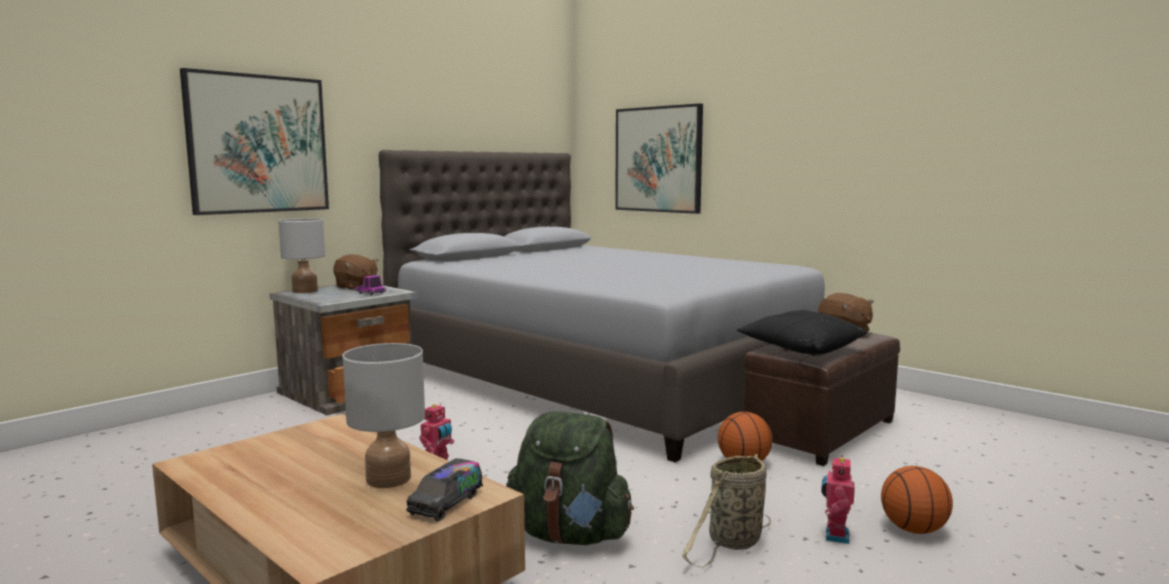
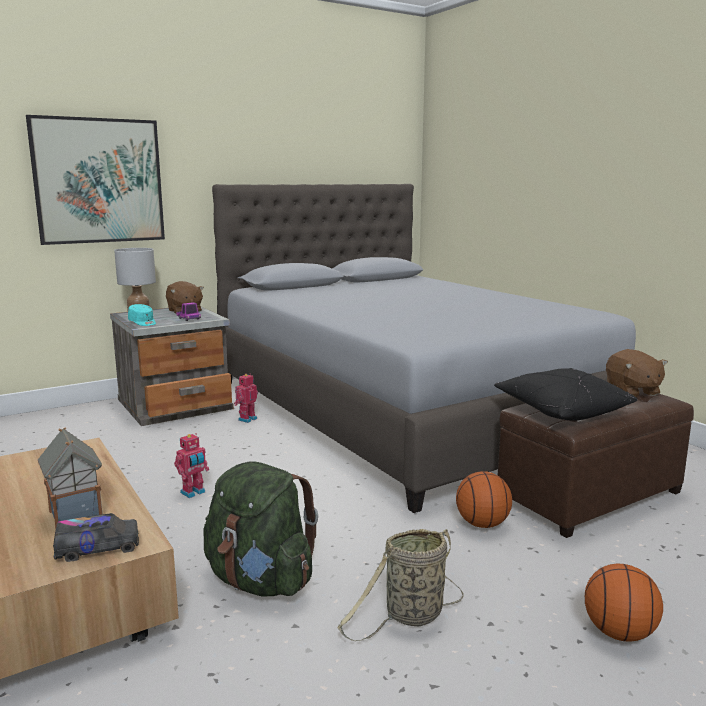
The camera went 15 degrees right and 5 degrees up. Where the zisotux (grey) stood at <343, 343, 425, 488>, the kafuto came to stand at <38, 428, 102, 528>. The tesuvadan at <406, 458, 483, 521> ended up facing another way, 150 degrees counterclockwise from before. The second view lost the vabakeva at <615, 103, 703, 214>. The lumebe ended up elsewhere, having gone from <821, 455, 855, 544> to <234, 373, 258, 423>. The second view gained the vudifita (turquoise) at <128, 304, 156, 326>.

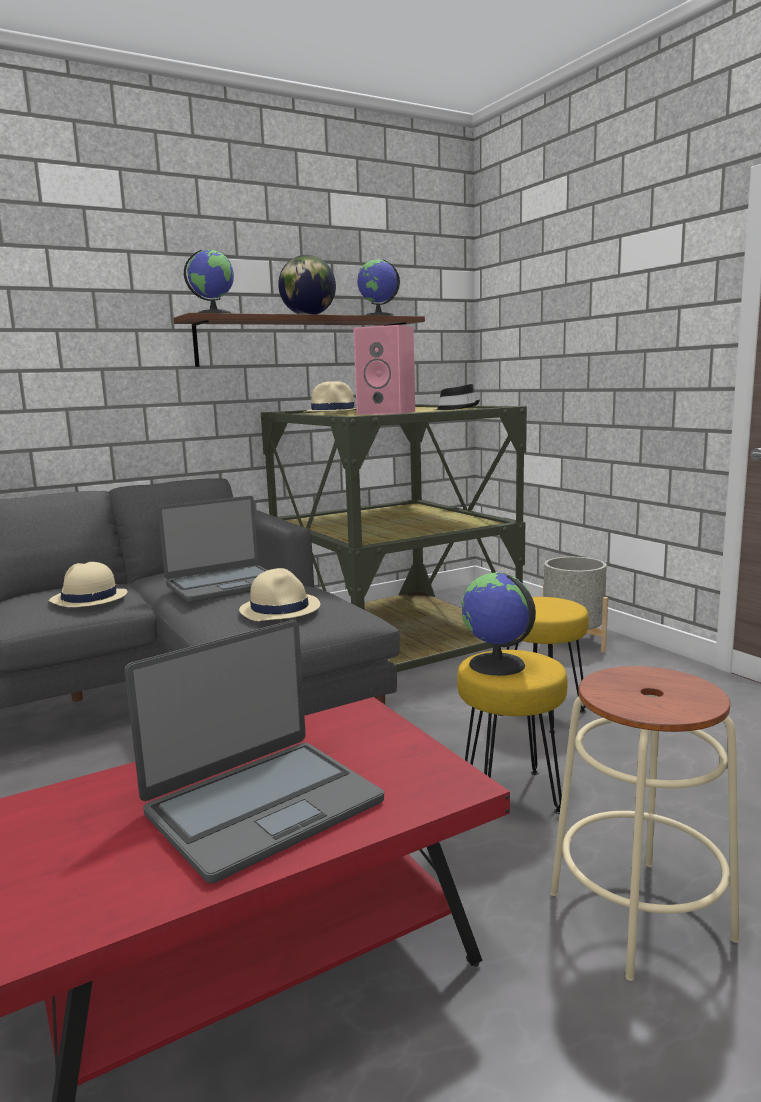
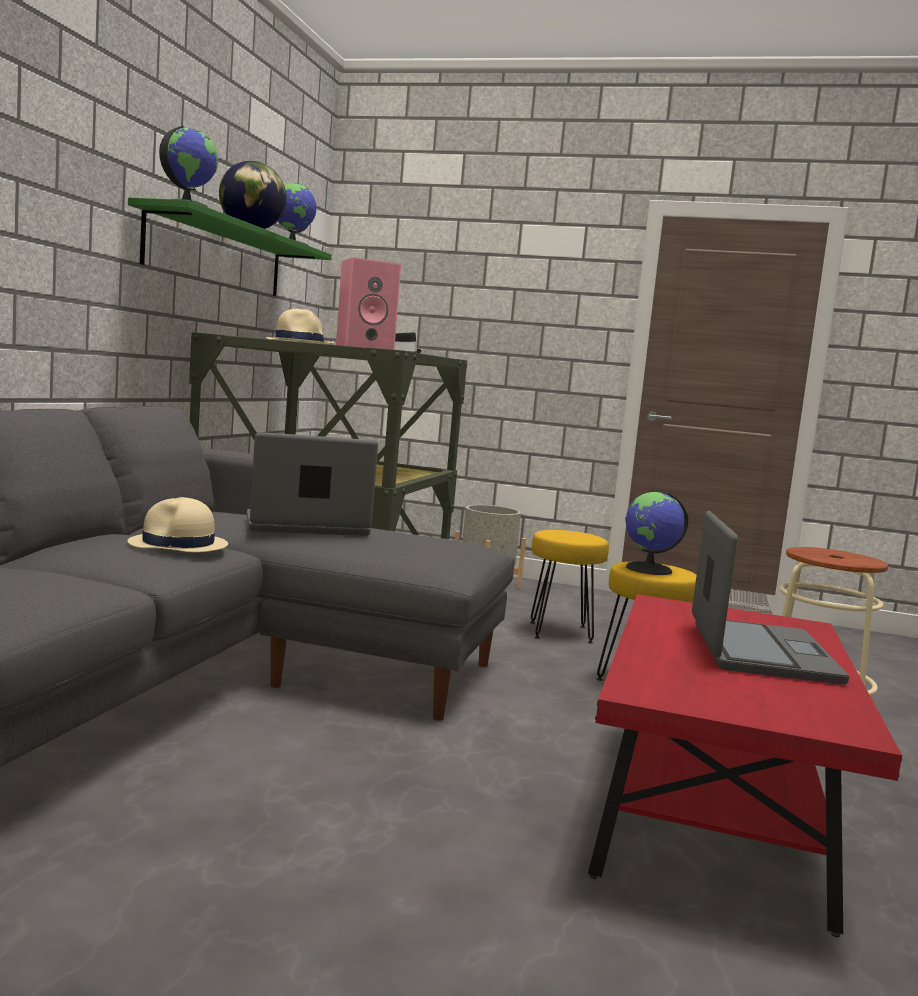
The camera went 45 degrees left and 5 degrees down. The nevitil at <158, 496, 267, 603> ended up facing another way, 120 degrees counterclockwise from before. What was the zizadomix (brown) at <173, 313, 425, 367> turned into the zizadomix (green) at <128, 197, 332, 296>. The second view lost the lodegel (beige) at <239, 568, 320, 621>.

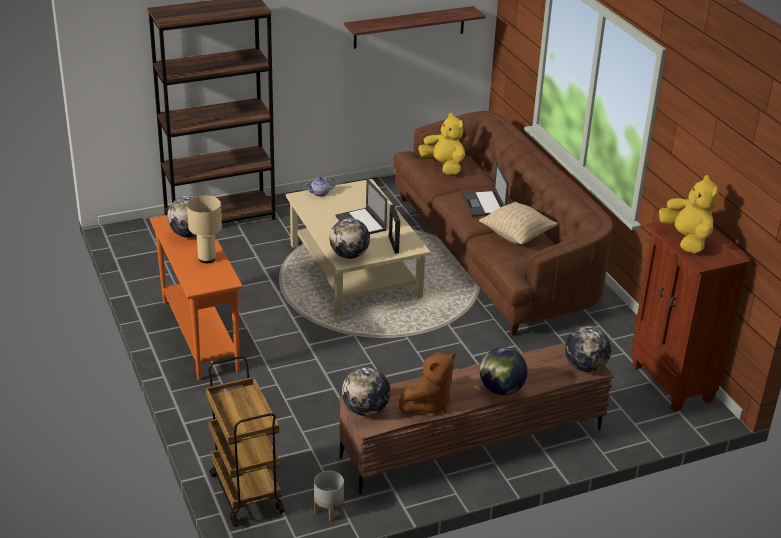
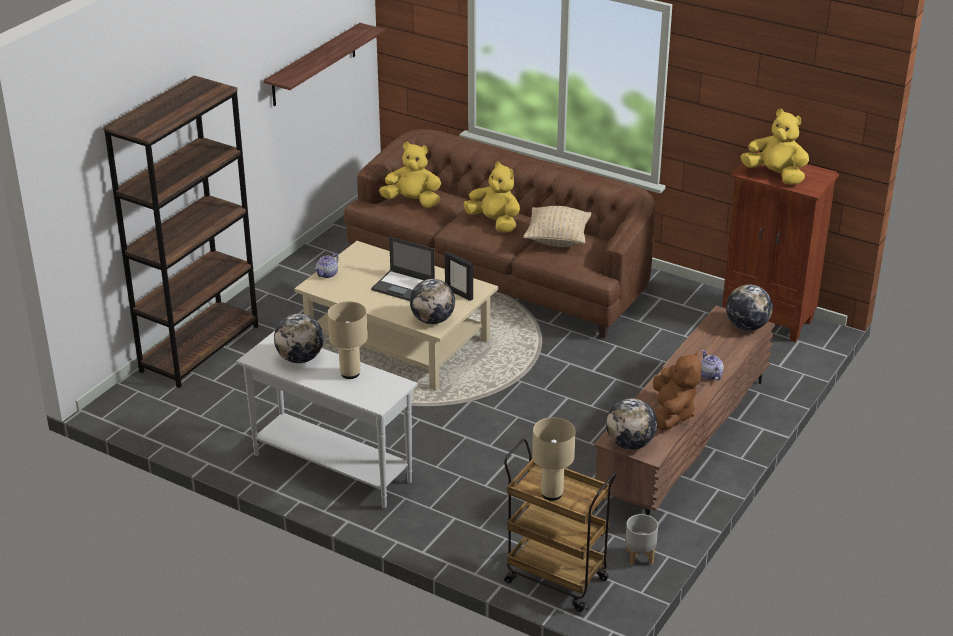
The camera went 35 degrees left and 0 degrees up. What was the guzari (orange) at <150, 215, 243, 380> turned into the guzari (white) at <236, 331, 418, 508>. Where the nevitil stood at <462, 161, 509, 217>, the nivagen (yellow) came to stand at <463, 161, 520, 233>. Where the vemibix stood at <480, 347, 527, 395>, the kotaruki came to stand at <700, 350, 724, 380>. The second view gained the zisotux (beige) at <532, 417, 575, 501>.

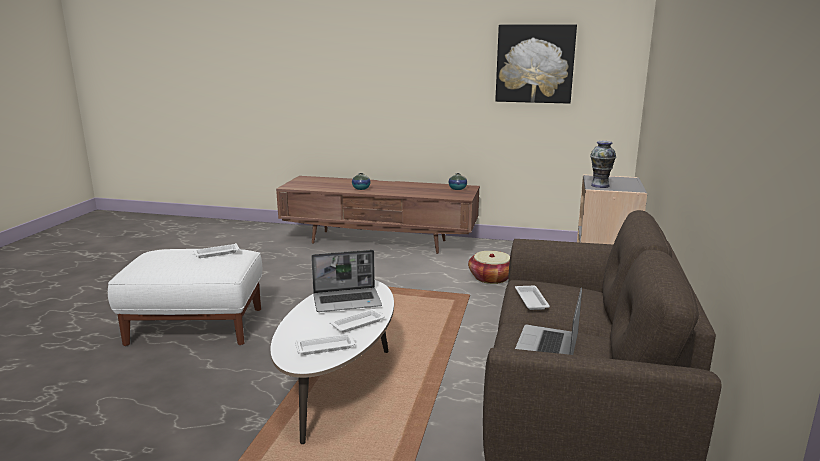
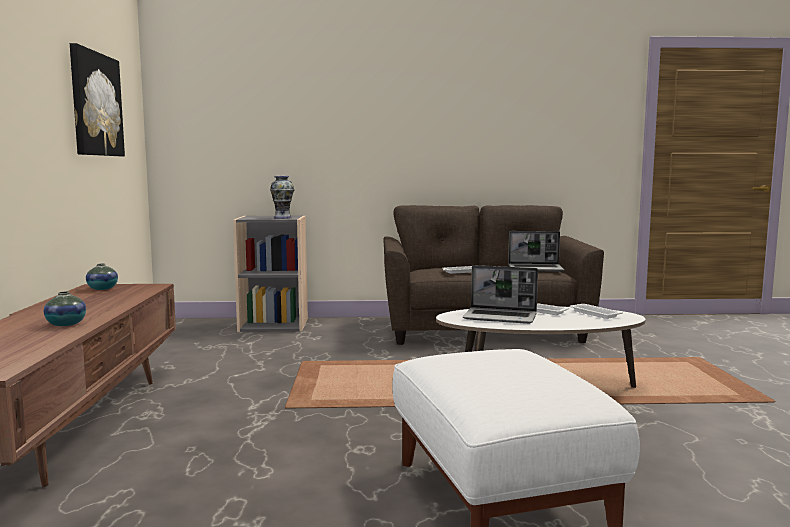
The camera went 105 degrees left and 10 degrees down. The second view lost the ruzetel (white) at <193, 243, 240, 258>. The nevitil at <311, 250, 382, 312> ended up facing another way, 135 degrees clockwise from before. The second view lost the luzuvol at <468, 251, 510, 284>.

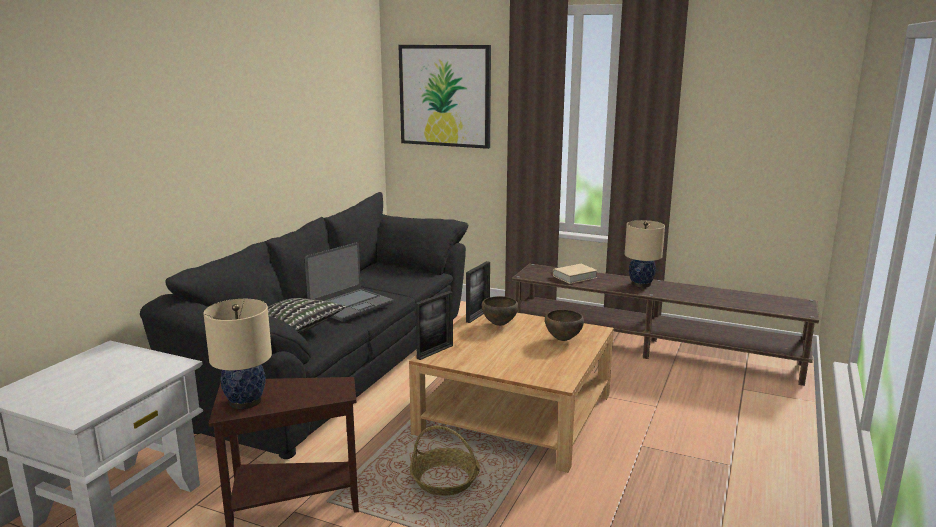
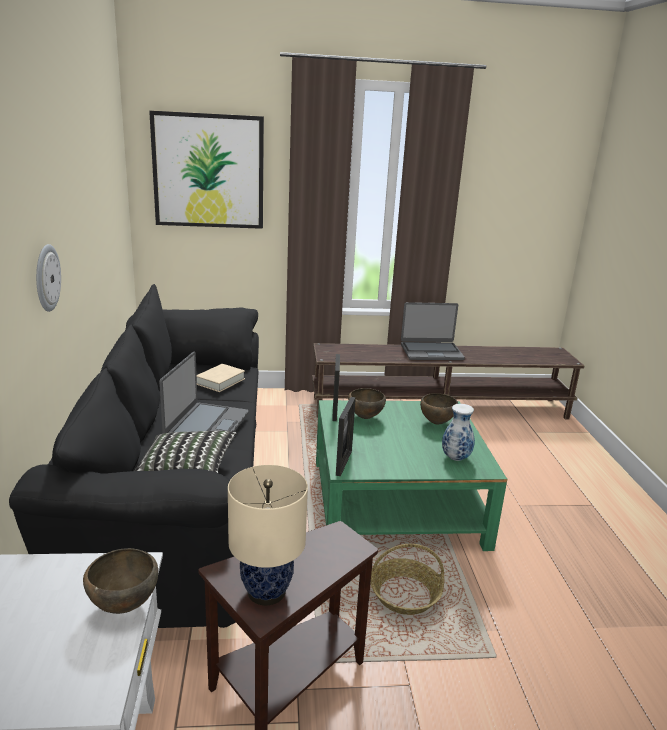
The camera went 30 degrees left and 5 degrees up. What was the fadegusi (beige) at <409, 313, 614, 473> turned into the fadegusi (green) at <316, 400, 507, 551>. The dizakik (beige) ended up elsewhere, having gone from <553, 264, 598, 284> to <197, 364, 245, 392>. Where the zisotux (beige) stood at <625, 220, 665, 288>, the nevitil came to stand at <401, 302, 465, 360>. The second view gained the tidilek at <36, 244, 61, 312>. The second view gained the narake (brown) at <83, 548, 158, 614>. The second view gained the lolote at <442, 404, 475, 461>.

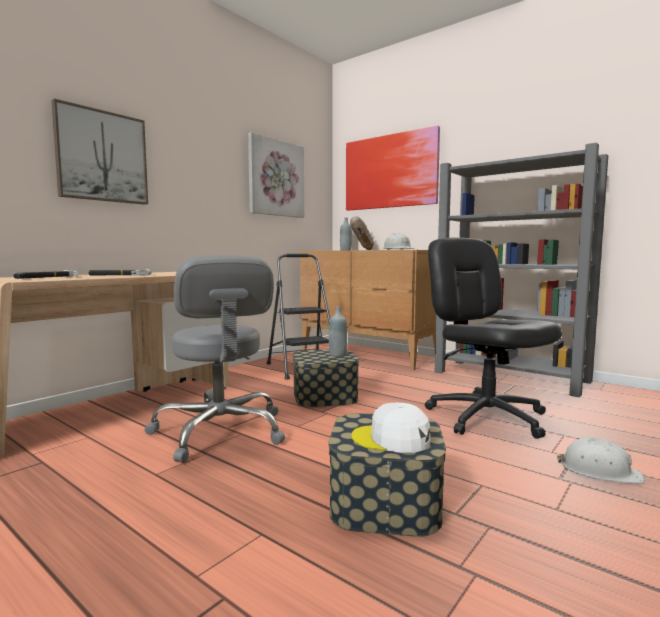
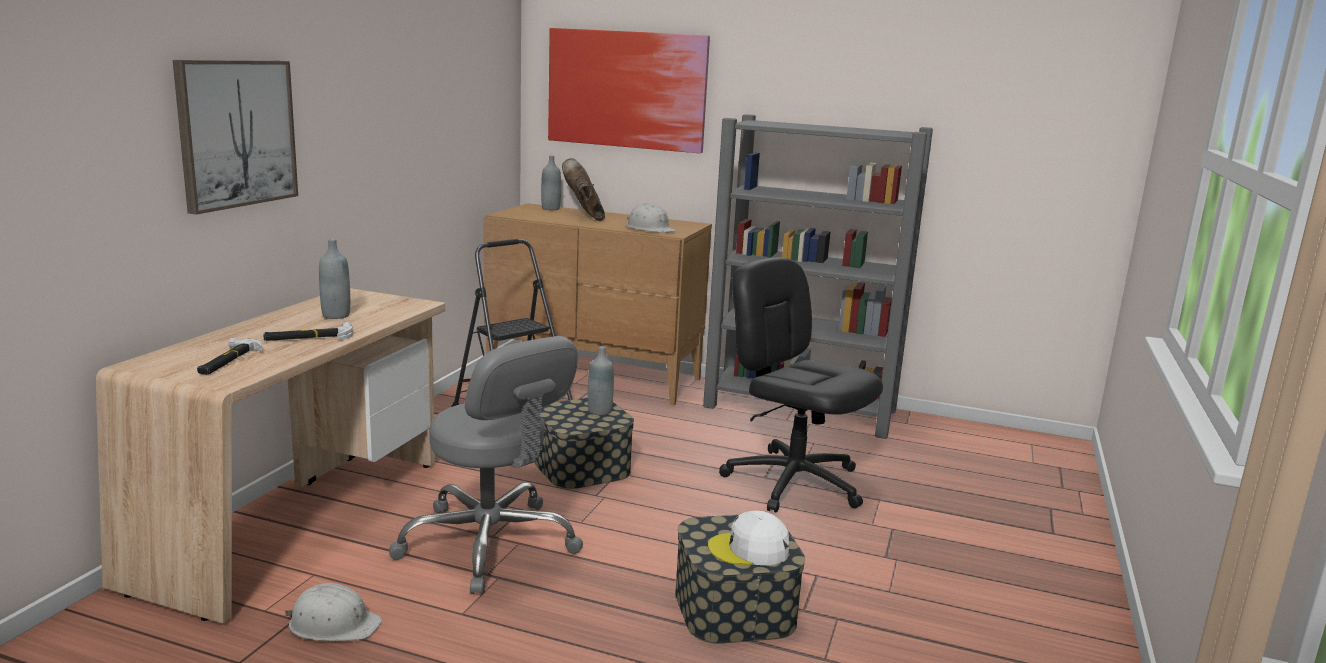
The camera went 20 degrees left and 10 degrees up. The second view lost the vabakeva at <248, 132, 304, 218>. The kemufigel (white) ended up elsewhere, having gone from <557, 437, 645, 484> to <285, 583, 382, 641>. The second view gained the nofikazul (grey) at <319, 239, 350, 319>.

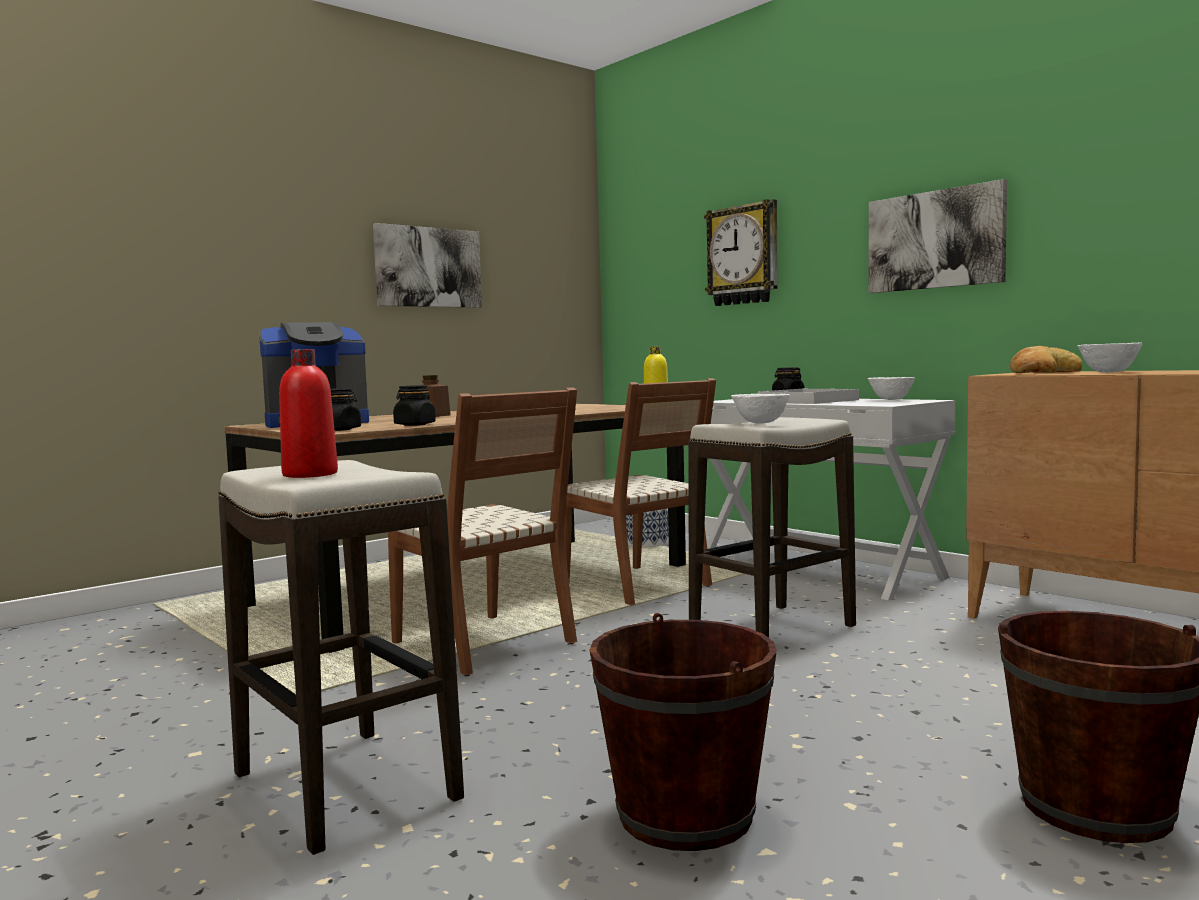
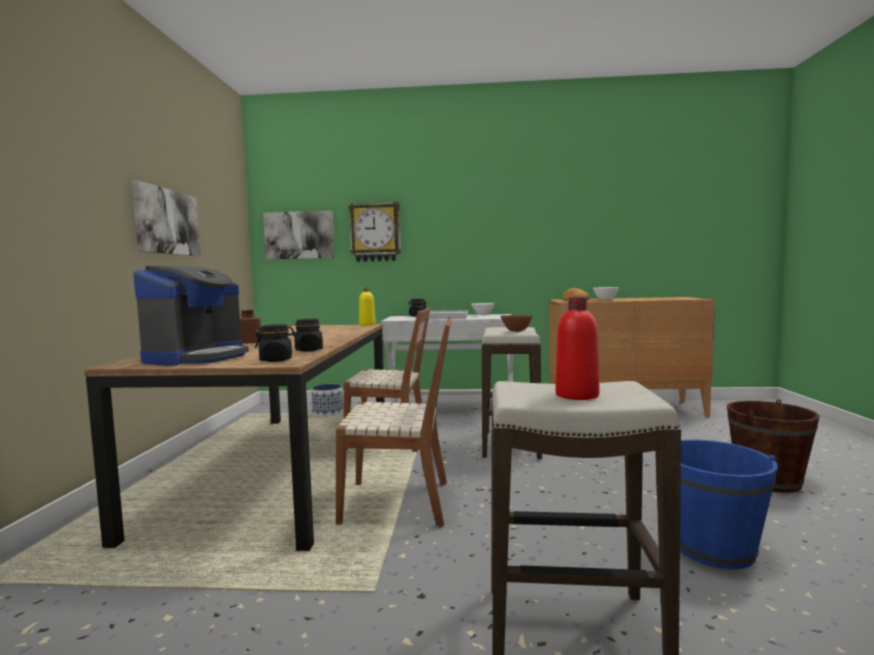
The camera went 45 degrees left and 0 degrees up. What was the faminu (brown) at <590, 613, 777, 851> turned into the faminu (blue) at <680, 439, 778, 570>. What was the narake (white) at <731, 394, 790, 424> turned into the narake (brown) at <500, 315, 533, 332>. The vabakeva ended up elsewhere, having gone from <869, 179, 1007, 293> to <263, 210, 335, 260>.

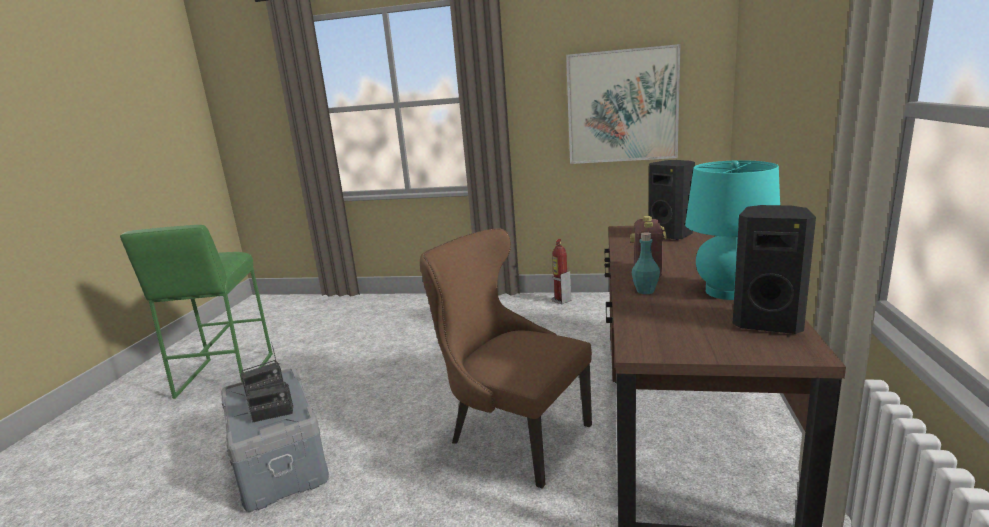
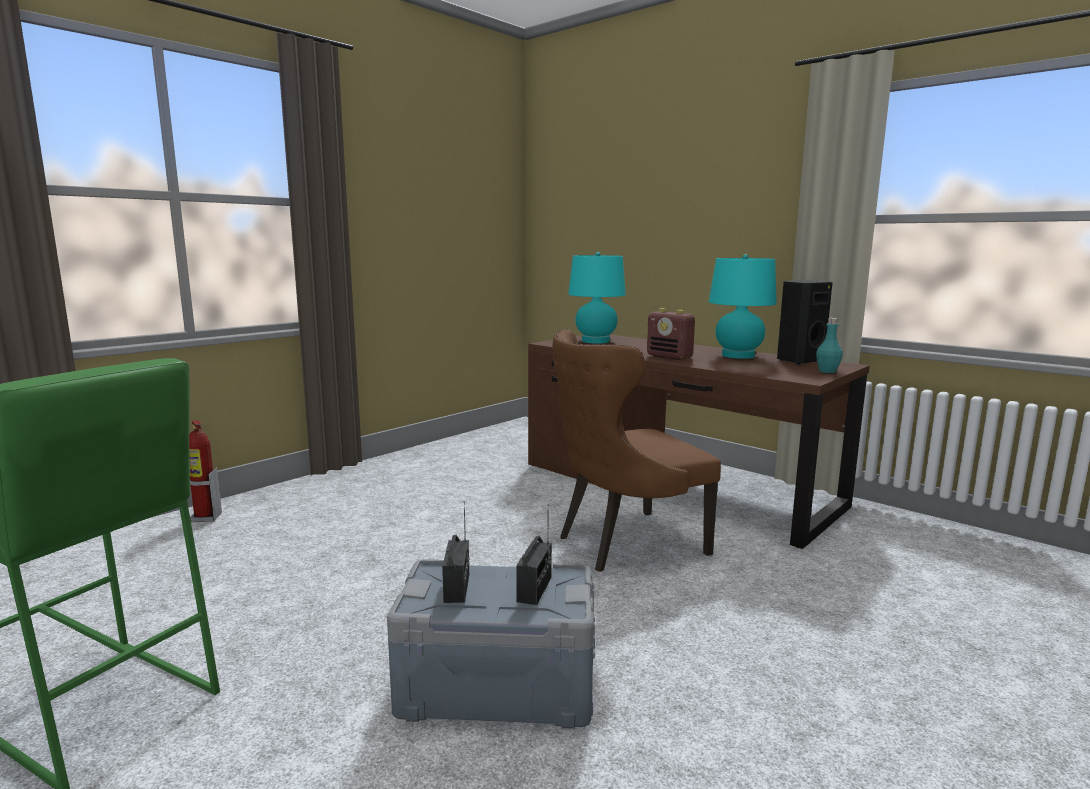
The camera went 60 degrees left and 5 degrees down. The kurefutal ended up elsewhere, having gone from <552, 239, 571, 304> to <189, 420, 222, 522>. The second view lost the vabakeva at <566, 44, 680, 164>. The nofikazul (turquoise) ended up elsewhere, having gone from <632, 232, 660, 294> to <816, 318, 843, 373>. Where the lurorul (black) stood at <649, 160, 695, 240>, the zisotux (turquoise) came to stand at <568, 252, 626, 344>.

